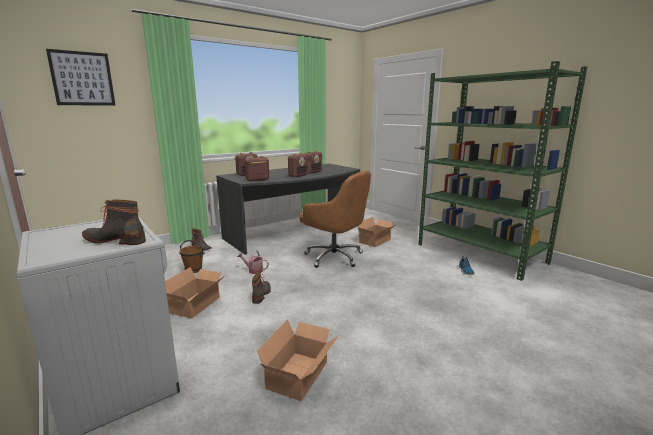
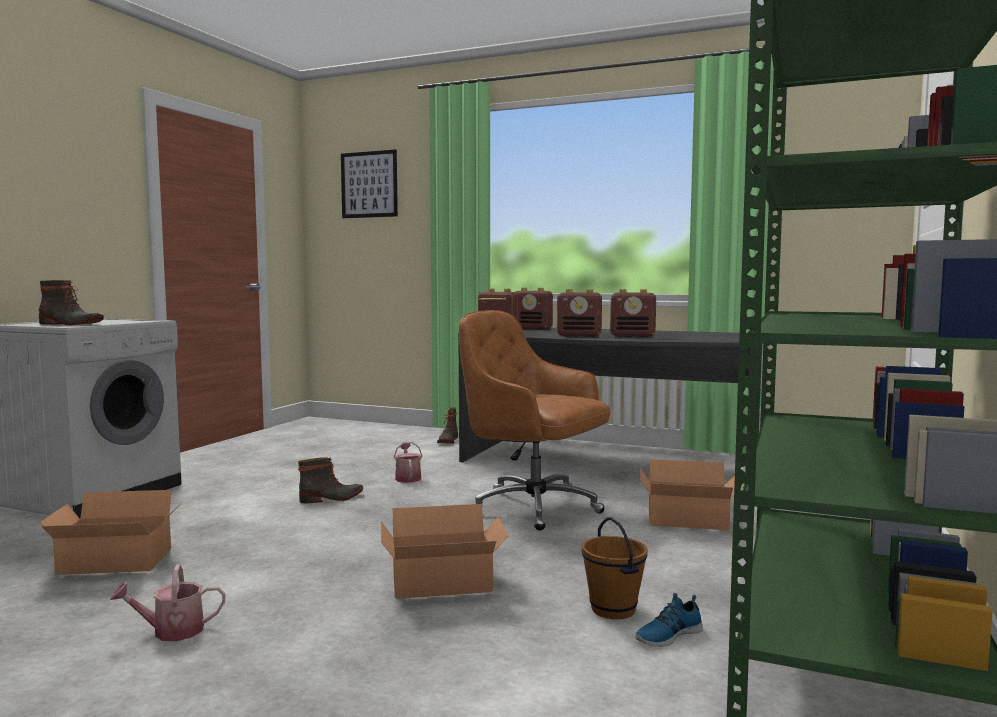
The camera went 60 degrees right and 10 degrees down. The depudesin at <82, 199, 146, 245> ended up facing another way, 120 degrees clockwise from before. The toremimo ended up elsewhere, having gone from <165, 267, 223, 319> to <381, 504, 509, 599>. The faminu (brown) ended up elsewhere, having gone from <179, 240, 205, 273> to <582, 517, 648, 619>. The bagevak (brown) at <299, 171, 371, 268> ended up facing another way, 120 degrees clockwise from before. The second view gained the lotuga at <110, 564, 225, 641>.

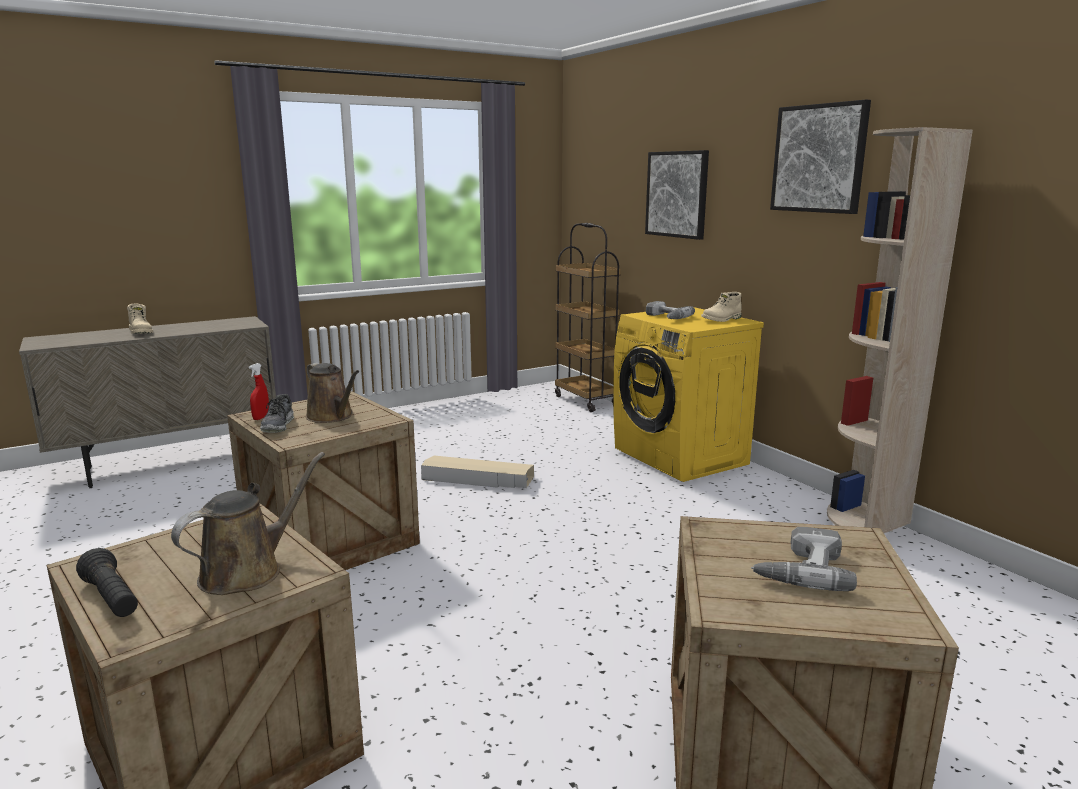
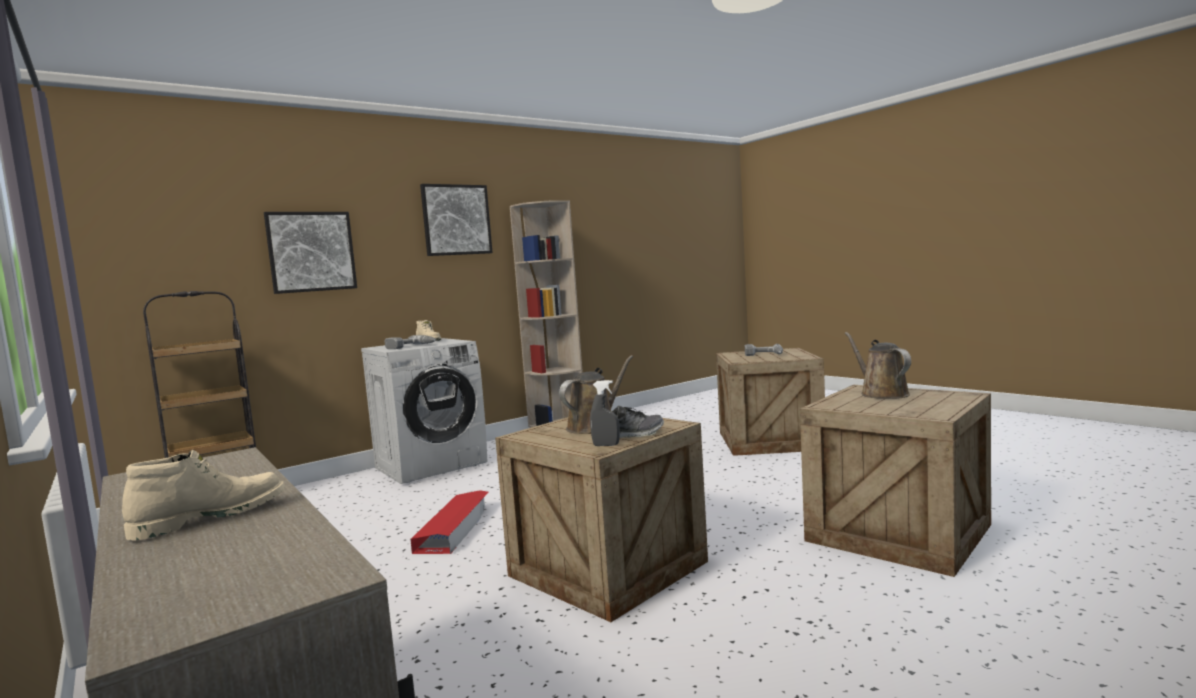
The camera went 95 degrees left and 10 degrees down. The second view lost the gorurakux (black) at <76, 548, 138, 617>. The lotuga (brown) at <171, 452, 325, 595> ended up facing another way, 45 degrees clockwise from before. What was the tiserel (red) at <249, 363, 269, 420> turned into the tiserel (grey) at <590, 380, 620, 446>. What was the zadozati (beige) at <421, 456, 534, 488> turned into the zadozati (red) at <410, 490, 488, 554>. What was the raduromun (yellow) at <613, 307, 764, 482> turned into the raduromun (white) at <361, 338, 487, 484>.

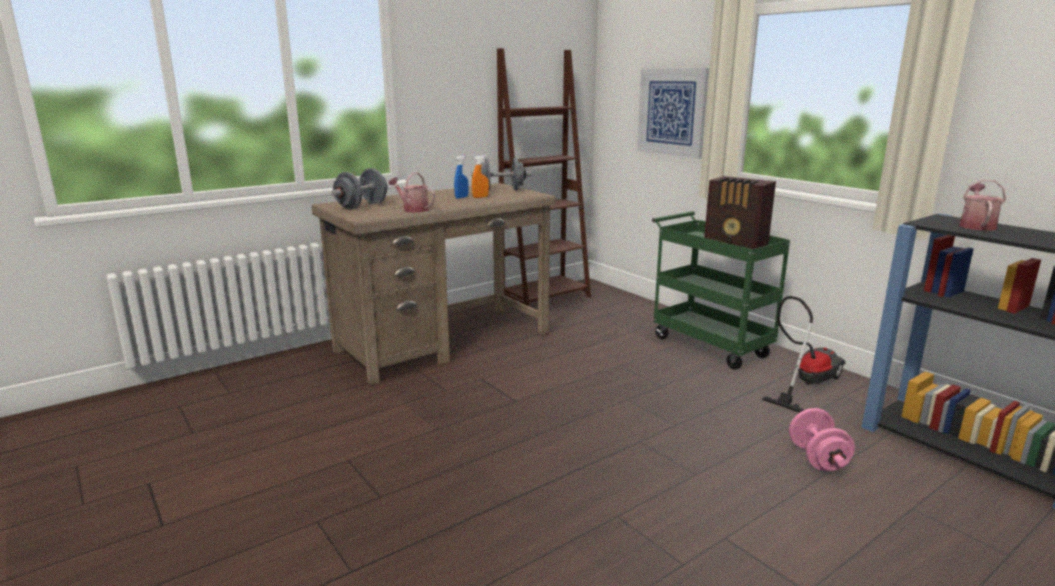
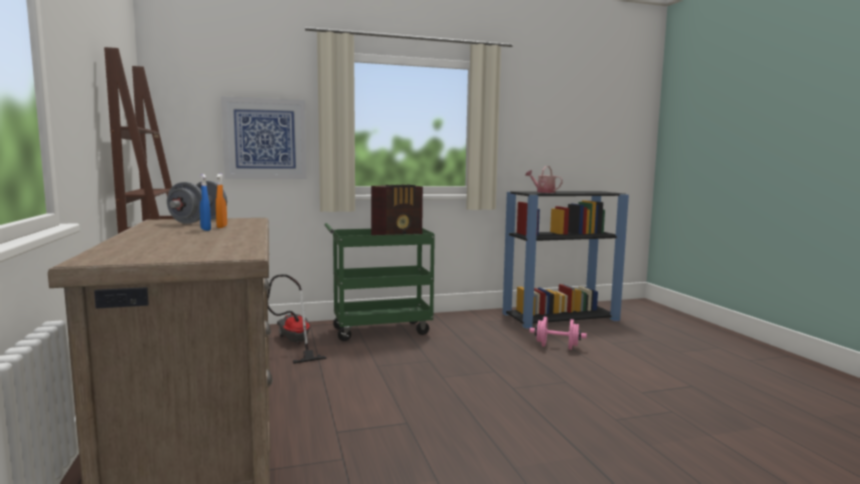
The camera went 70 degrees left and 10 degrees down. The second view lost the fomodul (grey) at <332, 168, 388, 209>. The second view lost the lotuga at <388, 172, 435, 213>. The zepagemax ended up elsewhere, having gone from <762, 296, 846, 413> to <267, 274, 327, 364>.

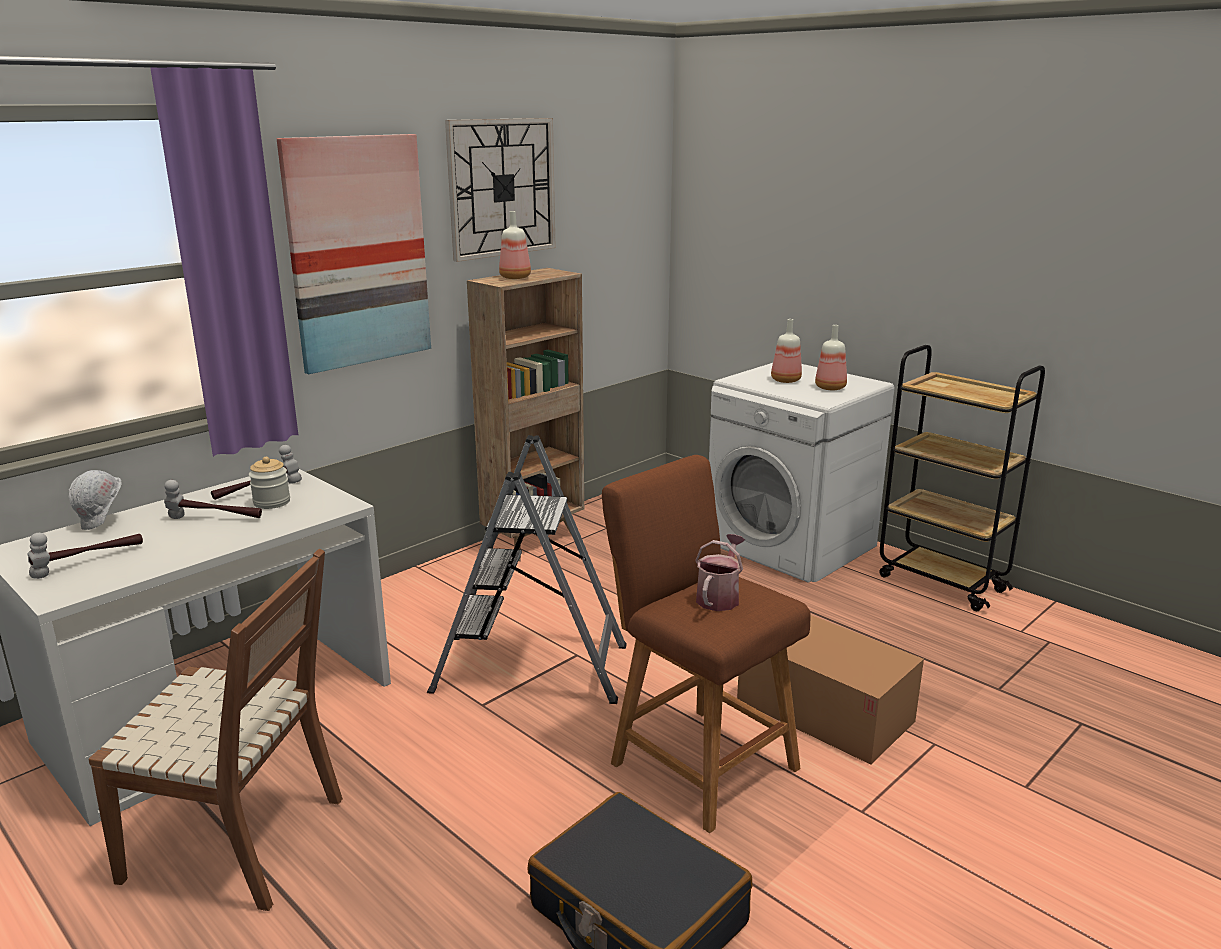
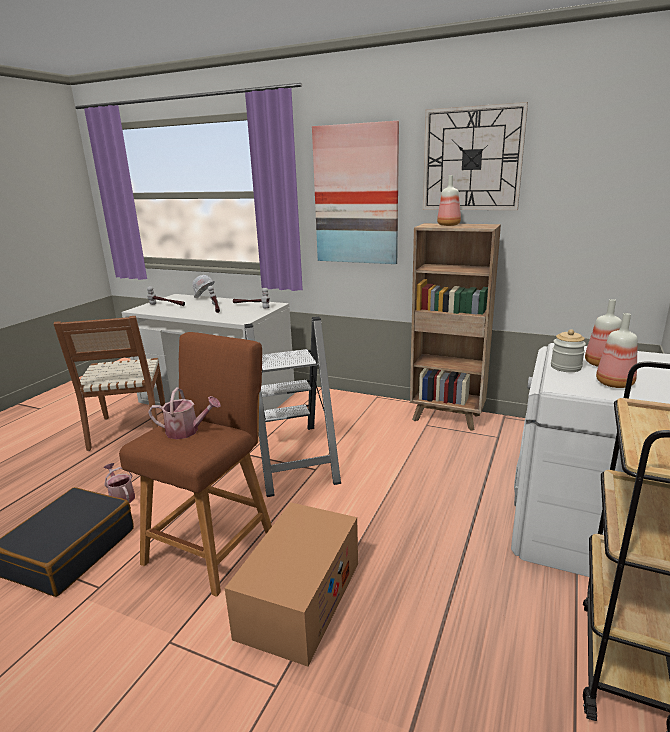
The camera went 70 degrees right and 0 degrees up. The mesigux ended up elsewhere, having gone from <249, 457, 290, 509> to <551, 329, 586, 372>. The second view gained the lotuga at <103, 463, 135, 503>.

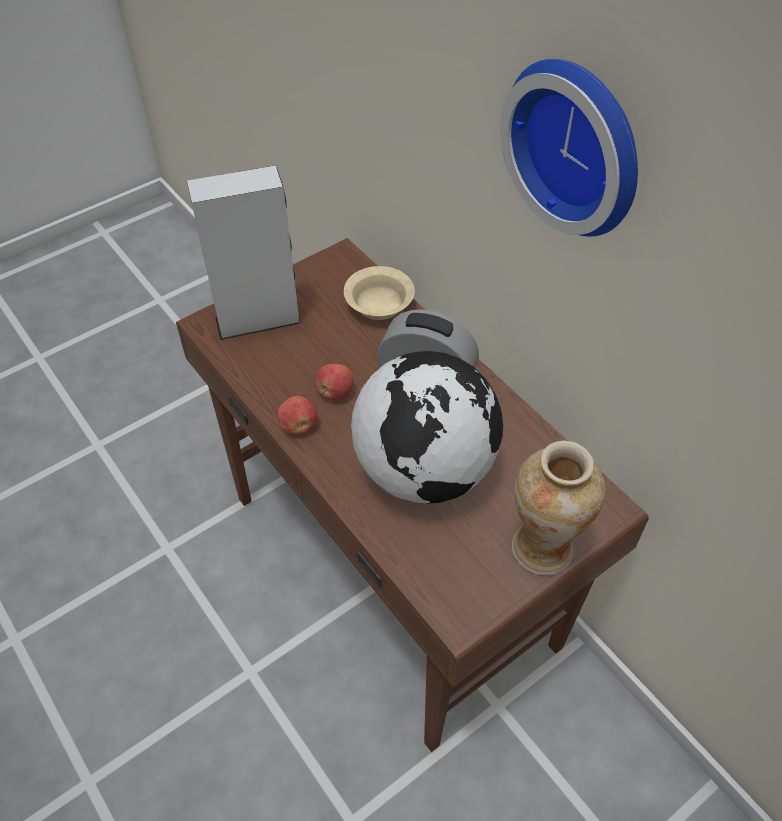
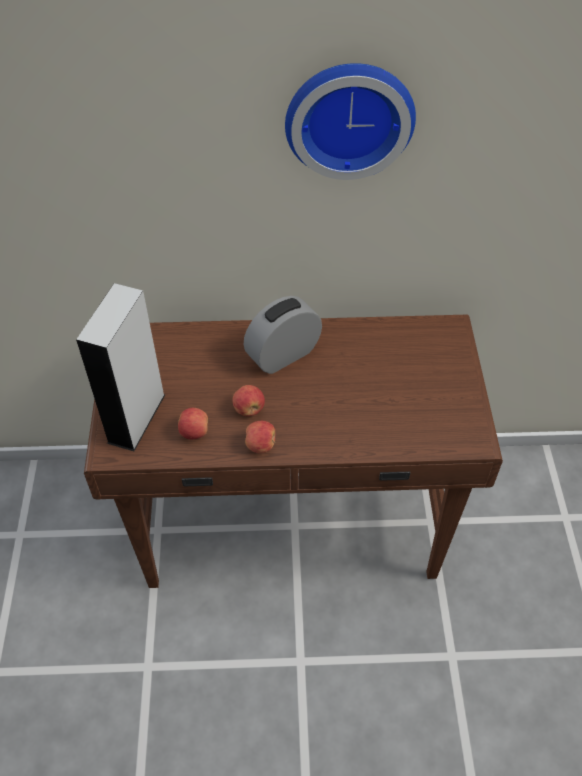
The camera went 55 degrees left and 0 degrees up. The second view lost the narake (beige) at <344, 266, 415, 320>. The second view lost the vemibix at <351, 351, 503, 504>. The second view lost the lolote at <512, 440, 605, 576>. The second view gained the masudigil at <178, 408, 208, 439>.

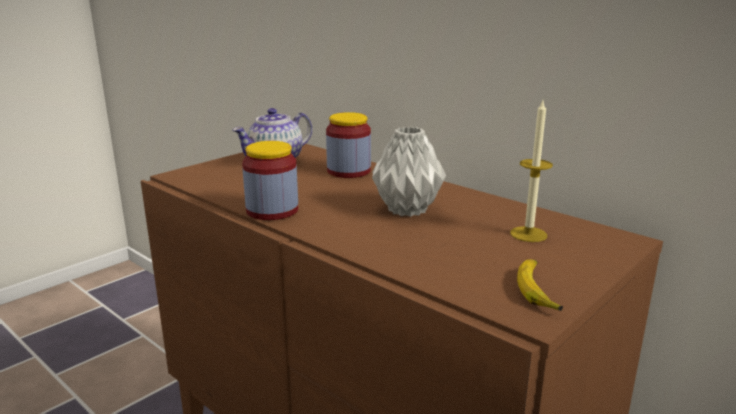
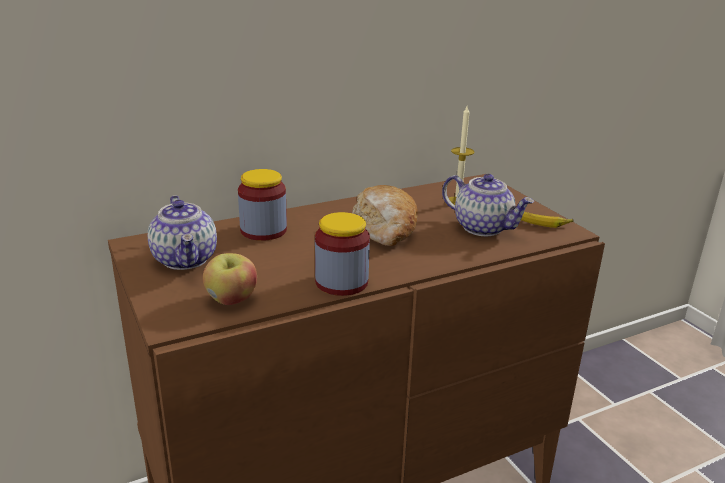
The camera went 70 degrees left and 5 degrees up. Where the lolote (grey) stood at <372, 127, 446, 217>, the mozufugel came to stand at <352, 185, 418, 246>. The second view gained the masudigil at <203, 253, 257, 305>. The second view gained the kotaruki at <442, 174, 534, 236>.

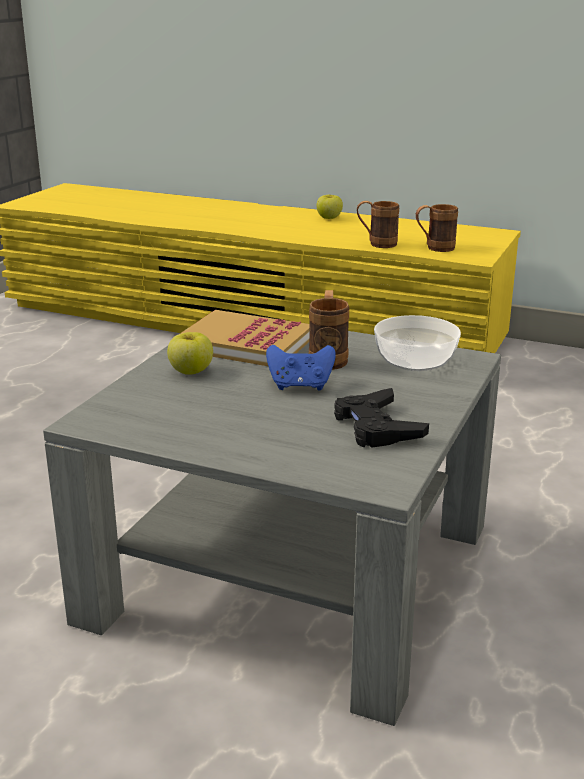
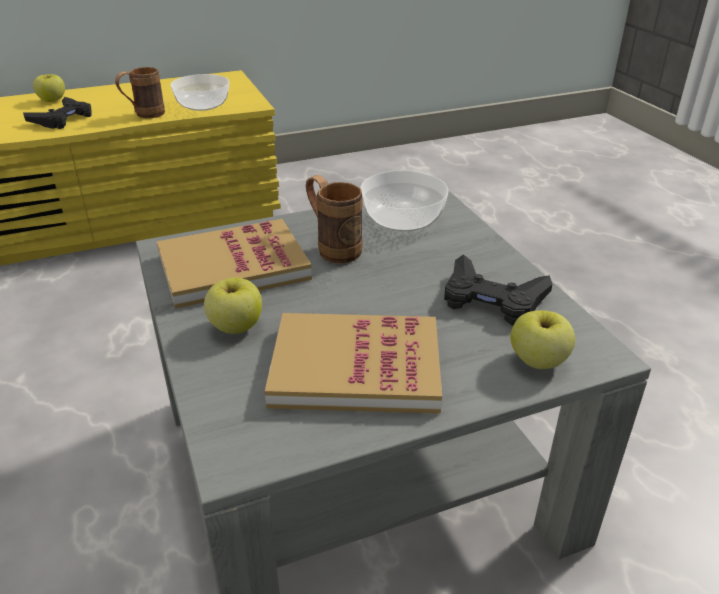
The camera went 45 degrees left and 10 degrees up. The second view lost the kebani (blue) at <266, 345, 336, 391>. Where the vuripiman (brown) stood at <416, 204, 458, 252>, the narake came to stand at <170, 74, 229, 111>. The second view gained the kebani (black) at <23, 97, 91, 129>. The second view gained the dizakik at <265, 313, 442, 414>. The second view gained the masudigil at <510, 310, 575, 369>.

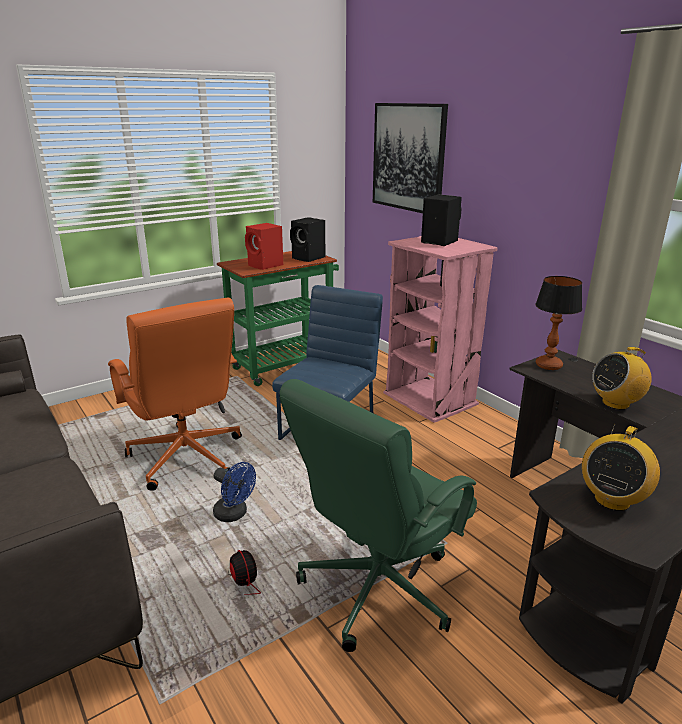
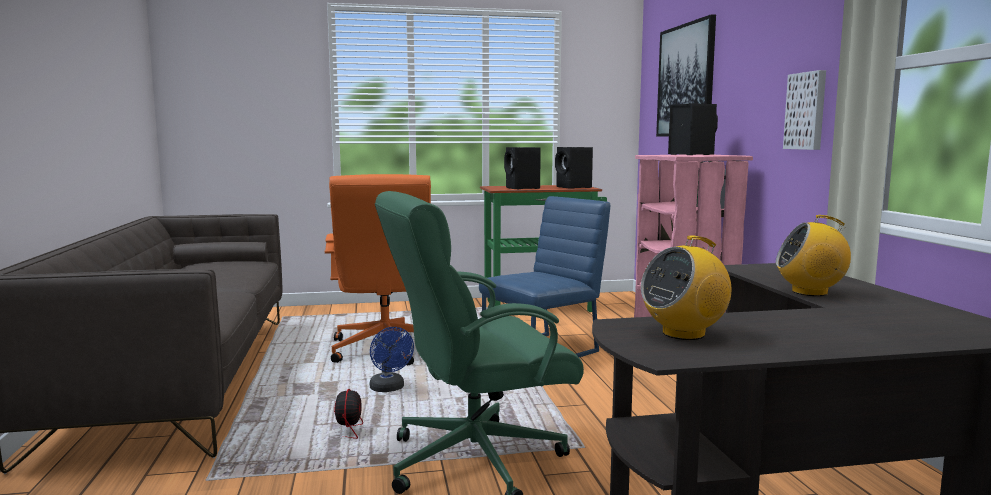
The camera went 25 degrees right and 15 degrees down. What was the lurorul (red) at <245, 223, 283, 270> turned into the lurorul (black) at <504, 147, 541, 189>. The second view lost the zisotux at <535, 276, 582, 370>. The second view gained the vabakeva at <783, 70, 826, 150>.

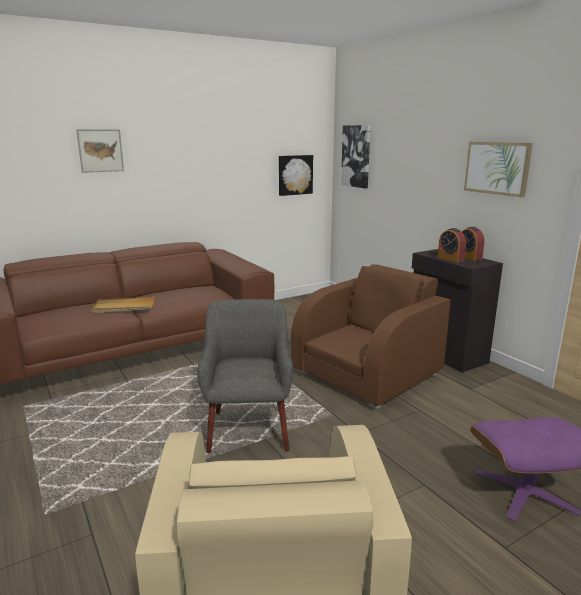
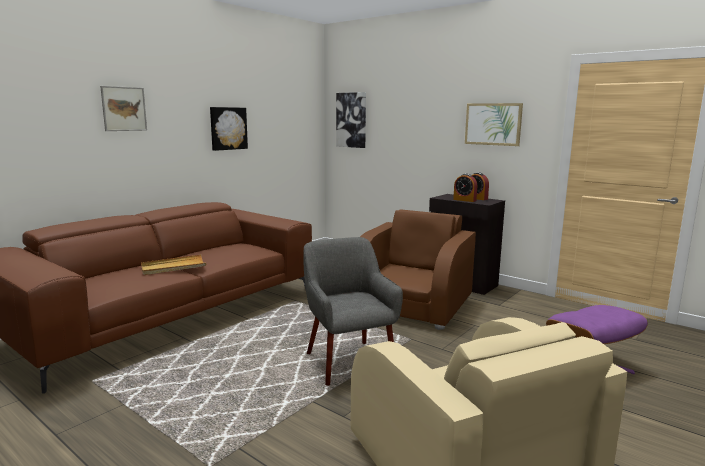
The camera went 20 degrees left and 5 degrees down. The vabakeva ended up elsewhere, having gone from <279, 155, 313, 196> to <210, 107, 248, 151>.

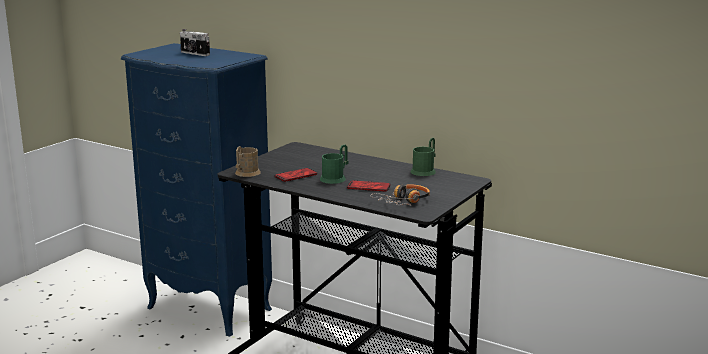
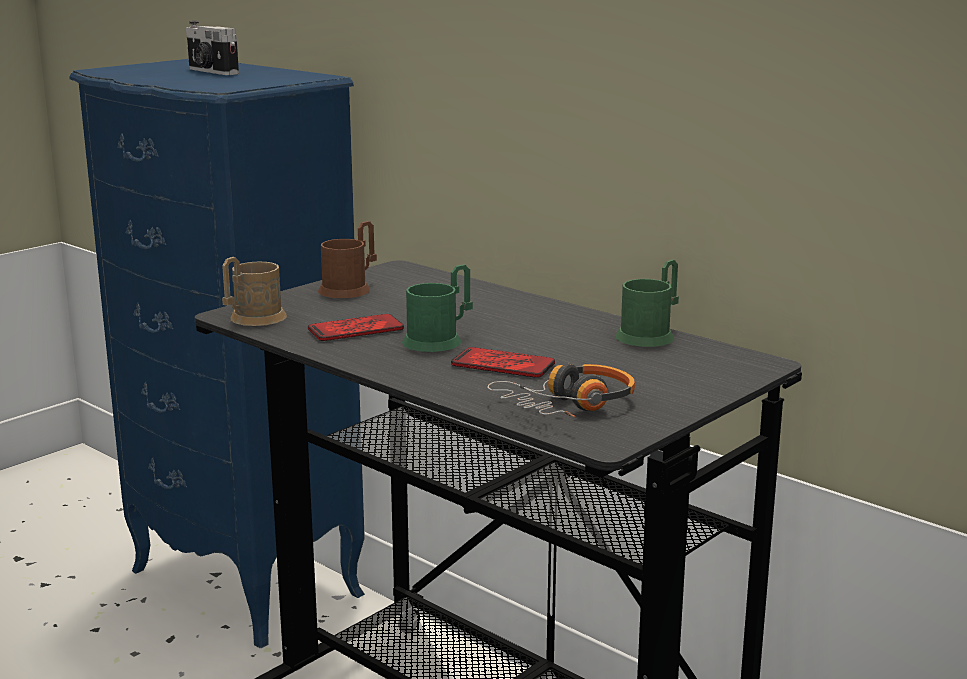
The camera went 10 degrees right and 0 degrees up. The second view gained the vuripiman (brown) at <318, 221, 377, 298>.

